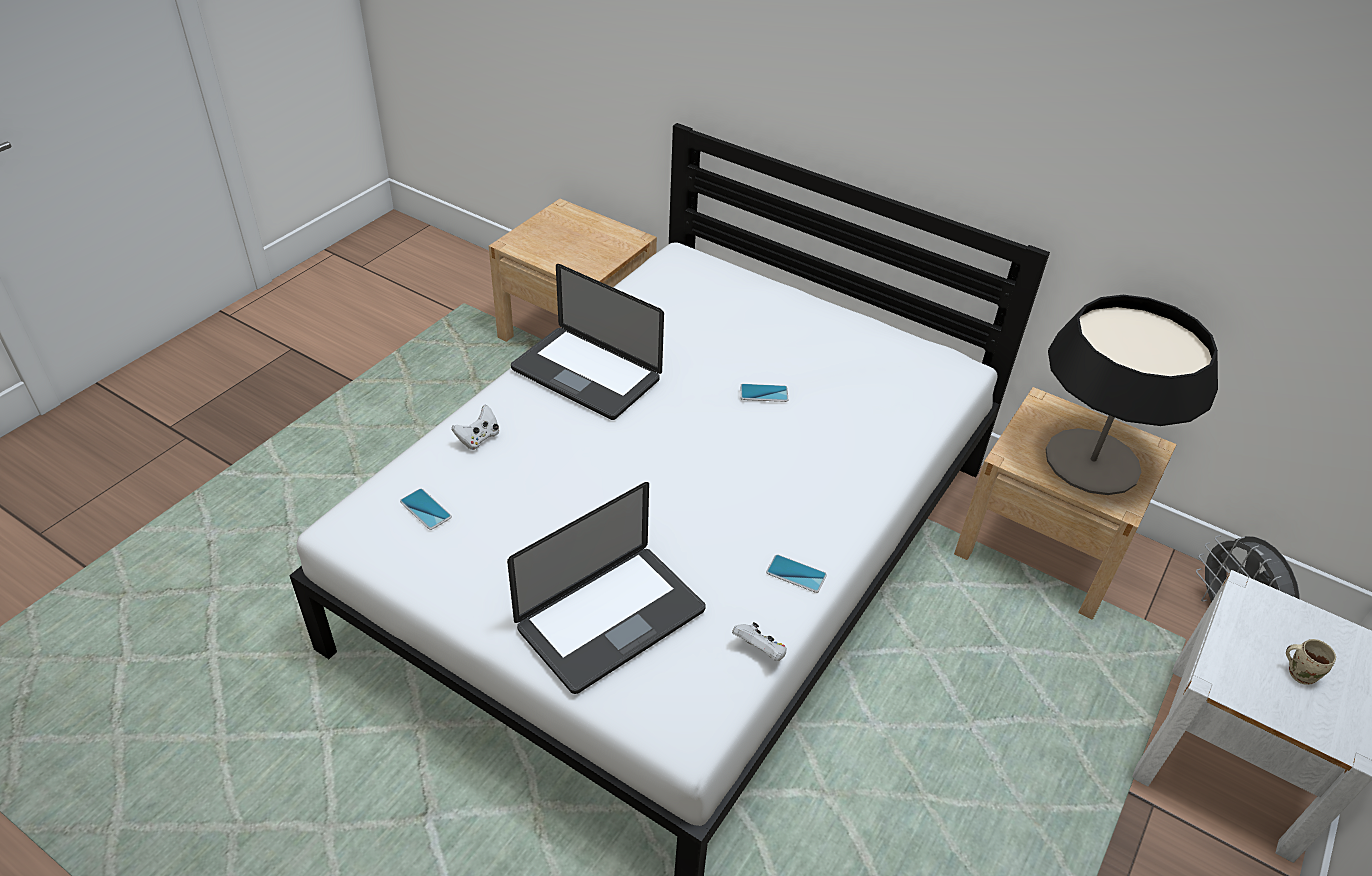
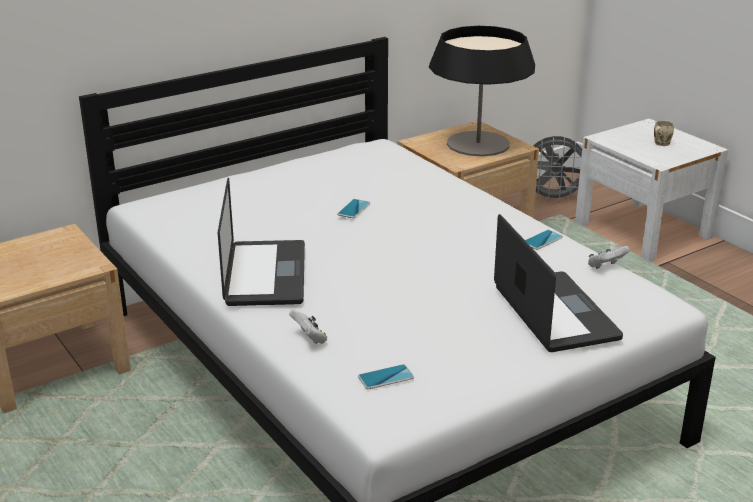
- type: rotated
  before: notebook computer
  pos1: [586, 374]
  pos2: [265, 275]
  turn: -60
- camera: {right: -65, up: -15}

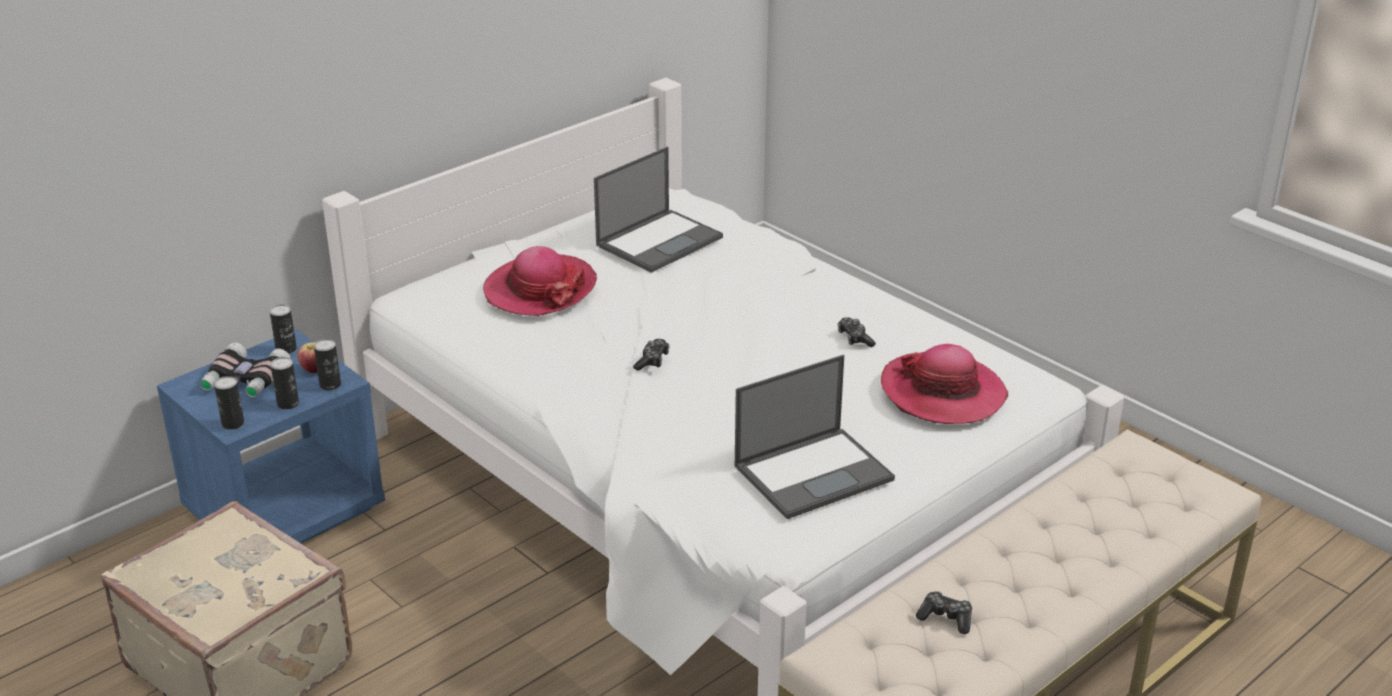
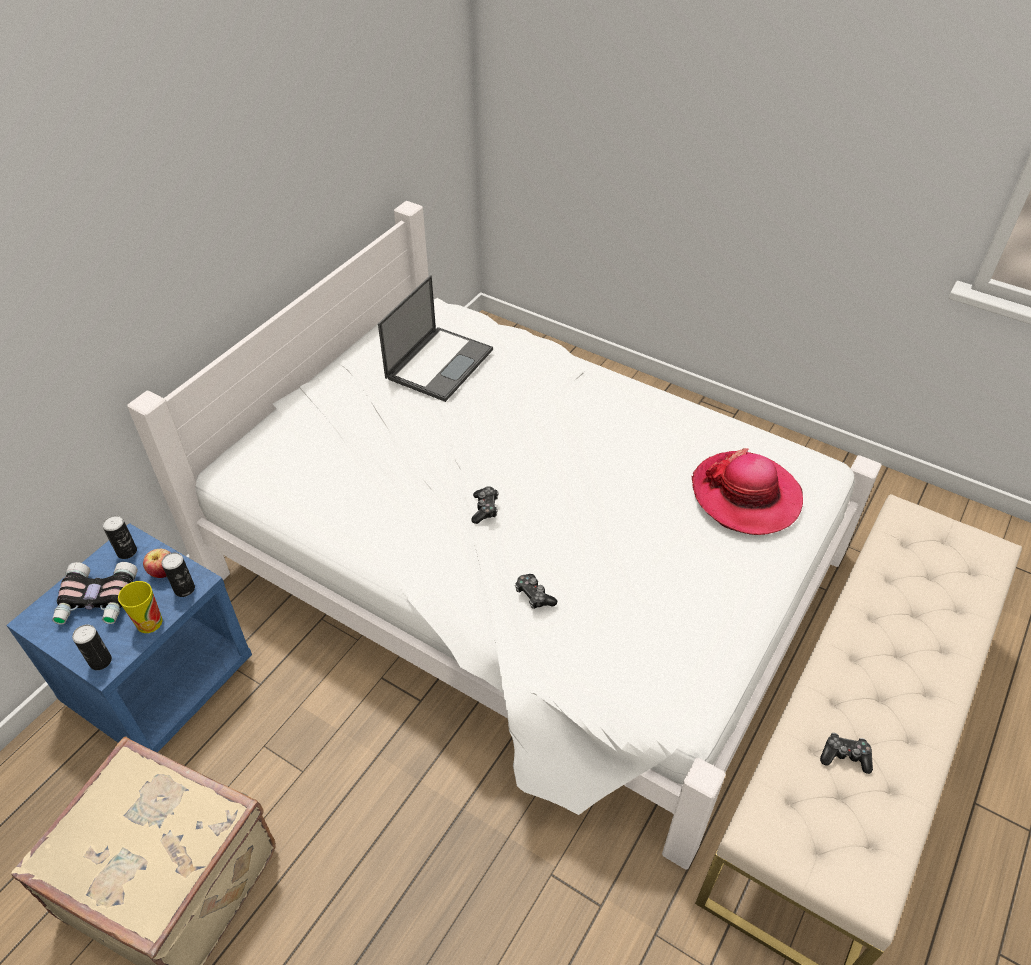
- type: gone
  before: wearable hat
  pos1: [539, 289]
- type: shifted
  before: game controller
  pos1: [854, 338]
  pos2: [534, 595]
- type: gone
  before: notebook computer
  pos1: [814, 472]
- type: swapped
  before: sealed can
  after: drinking cup
  pos1: [288, 404]
  pos2: [149, 622]
- camera: {right: -15, up: 15}

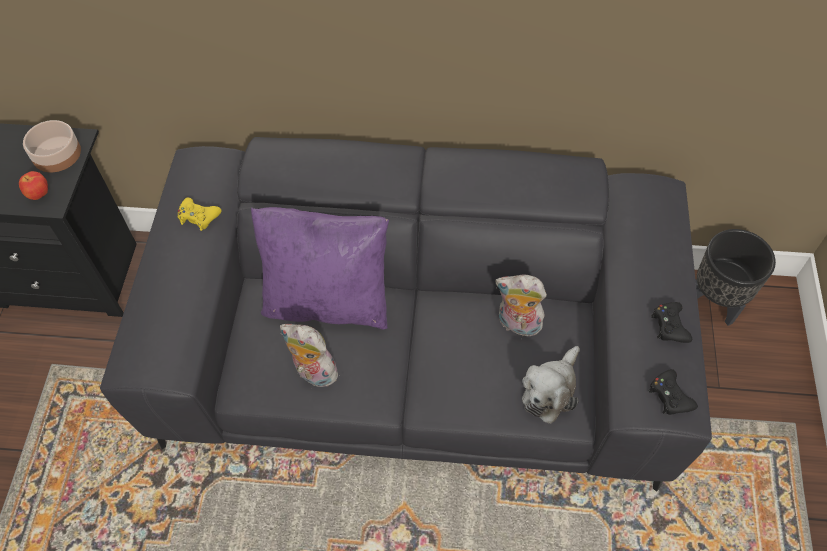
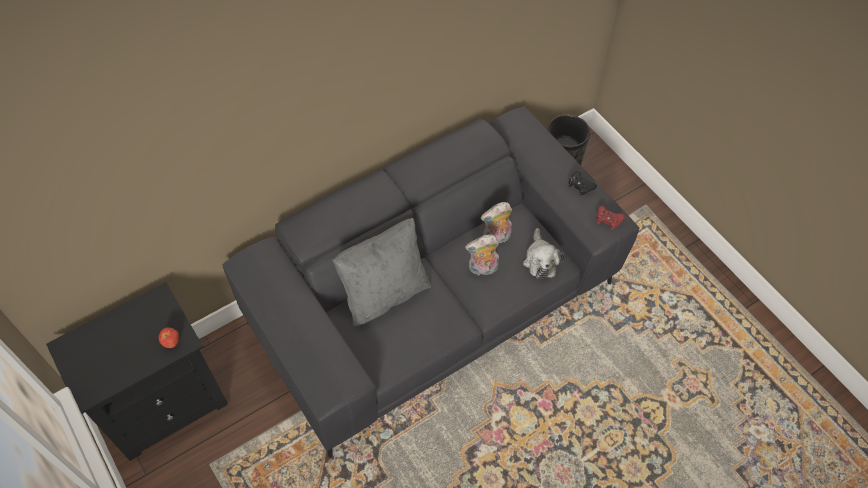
- type: gone
  before: deep dish
  pos1: [57, 154]
- type: gone
  before: yellowish game controller
  pos1: [198, 217]
- type: repainted
  before: purple-coloured pillow
  after: grey pillow
  pos1: [328, 301]
  pos2: [384, 293]
- type: shifted
  before: plush toy
  pos1: [313, 373]
  pos2: [482, 269]
- type: repainted
  before: blackish game controller
  after: red game controller
  pos1: [670, 396]
  pos2: [608, 219]
- camera: {right: -40, up: 0}

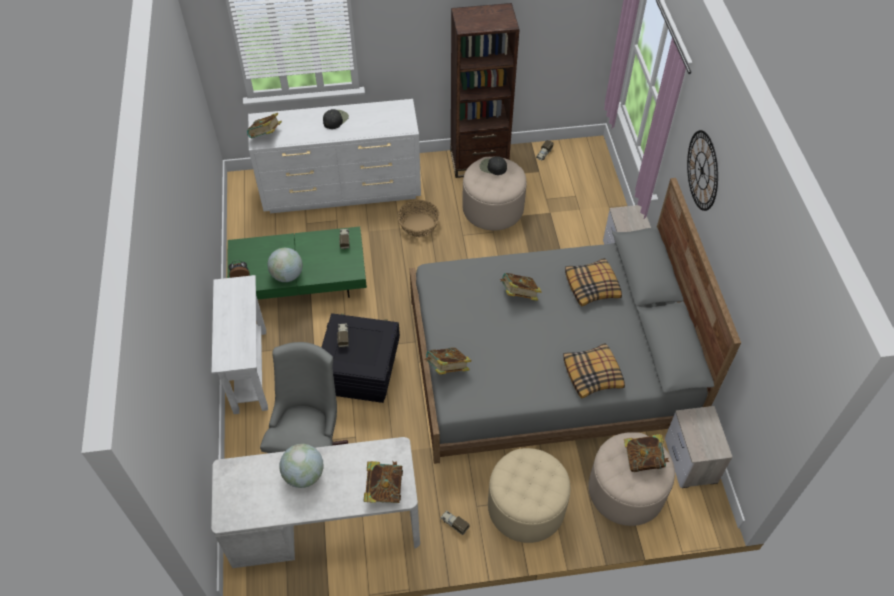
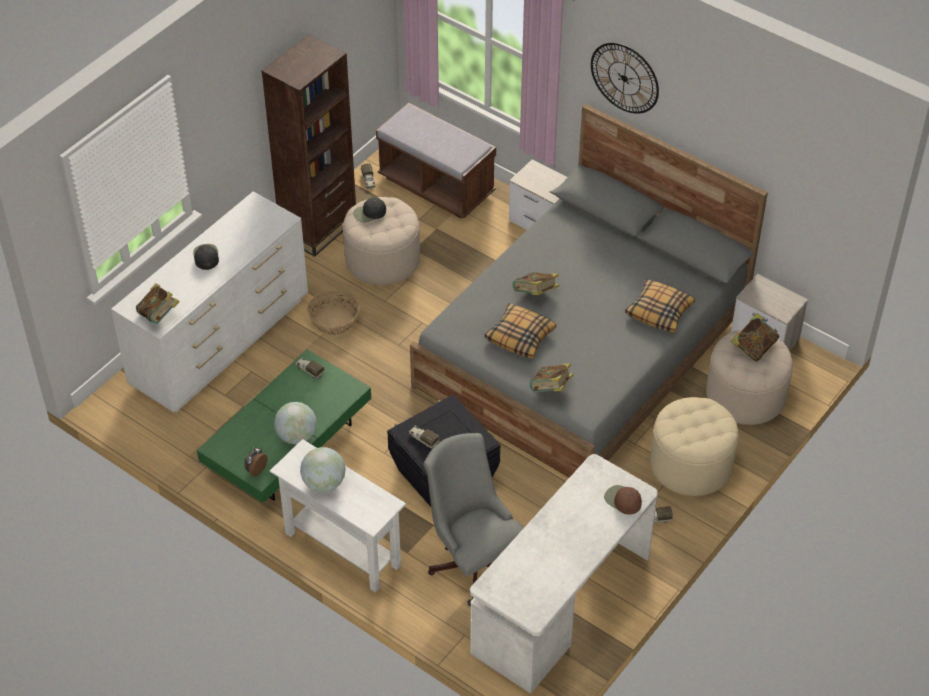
- type: shifted
  before: pillow
  pos1: [592, 286]
  pos2: [520, 336]
- type: shifted
  before: globe
  pos1: [304, 475]
  pos2: [324, 483]
- type: swapped
  before: volume
  after: brown peaked cap
  pos1: [384, 489]
  pos2: [622, 500]
- type: new
  after: brown long seat
  pos2: [436, 186]
- camera: {right: -45, up: -5}

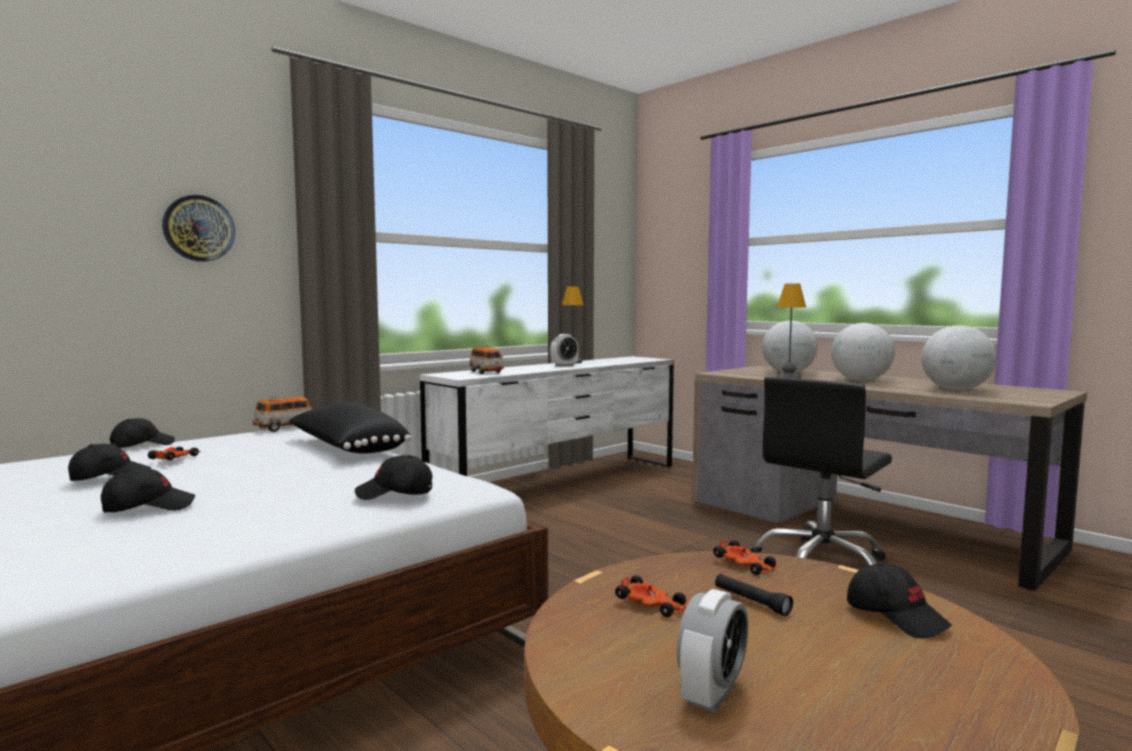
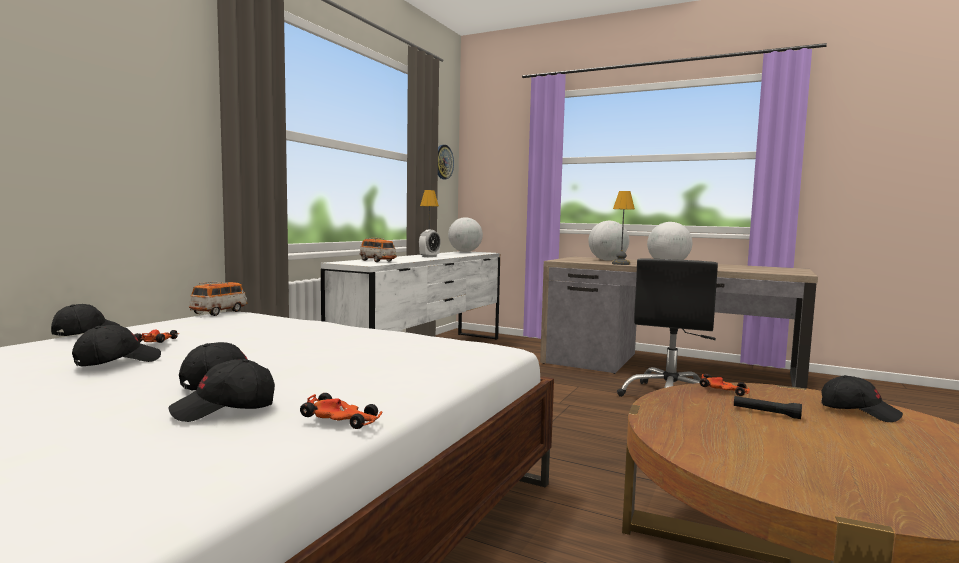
- type: shifted
  before: wall clock
  pos1: [199, 228]
  pos2: [443, 162]
- type: shifted
  before: globe
  pos1: [955, 390]
  pos2: [465, 251]
- type: gone
  before: blackish pillow
  pos1: [347, 448]
- type: shifted
  before: blackish peaked cap
  pos1: [395, 494]
  pos2: [225, 409]
- type: shifted
  before: model car
  pos1: [652, 605]
  pos2: [342, 420]
- type: gone
  before: alarm clock
  pos1: [711, 694]
- camera: {right: -20, up: 0}

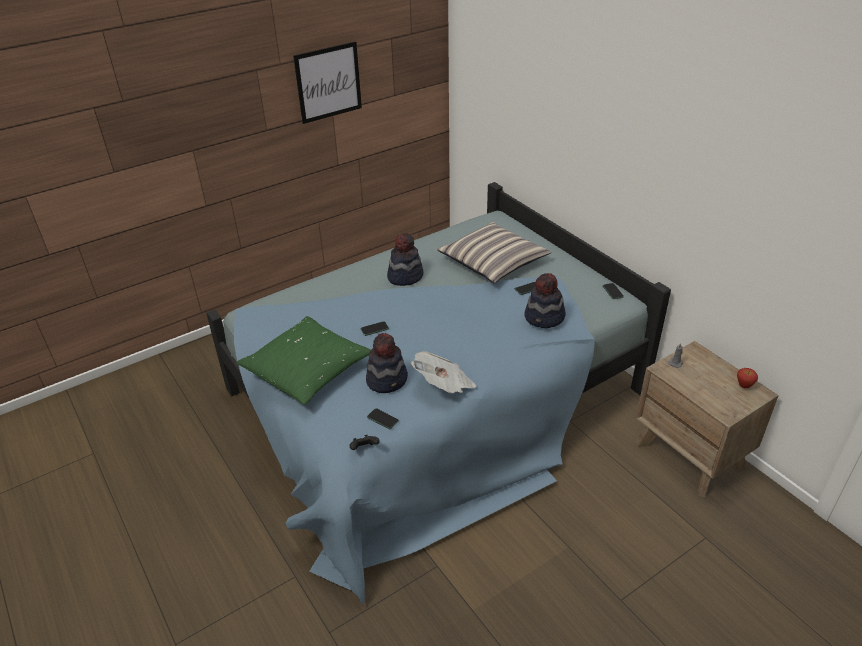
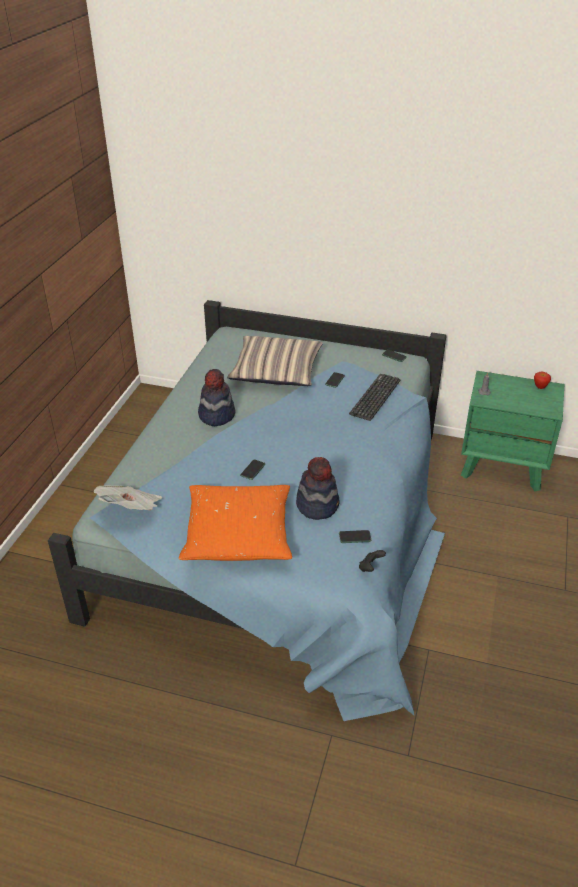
- type: gone
  before: picture
  pos1: [328, 82]
- type: swapped
  before: wearable hat
  after: computer keyboard
  pos1: [544, 318]
  pos2: [375, 397]
- type: repainted
  before: green-coloured pillow
  after: orange pillow
  pos1: [307, 370]
  pos2: [238, 534]
- type: repainted
  before: brown nightstand
  after: green-coloured nightstand
  pos1: [690, 455]
  pos2: [503, 466]
- type: shifted
  before: printed paper
  pos1: [444, 385]
  pos2: [132, 509]
- camera: {right: -40, up: 0}

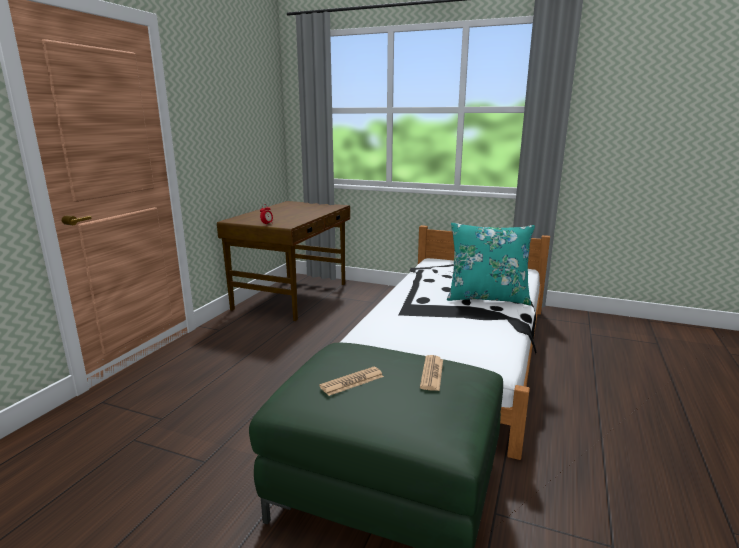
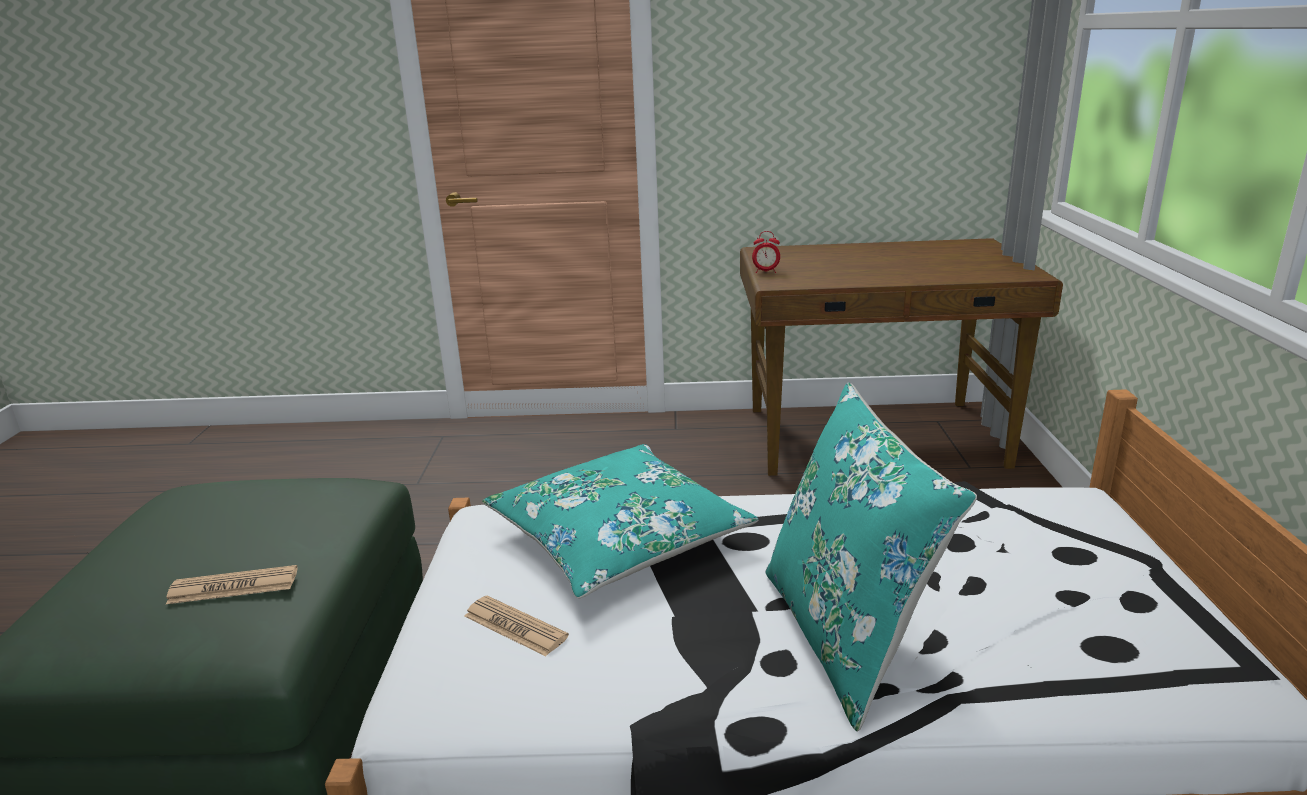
- type: shifted
  before: printed paper
  pos1: [352, 382]
  pos2: [515, 626]
- type: new
  after: blue-green pillow
  pos2: [618, 537]
- camera: {right: 70, up: 5}

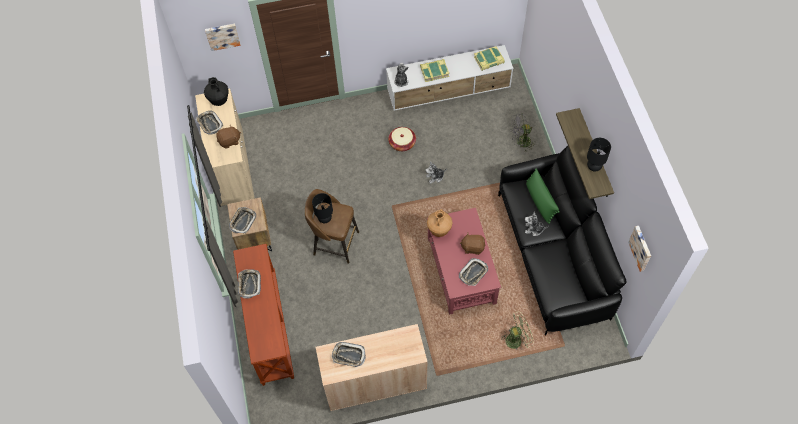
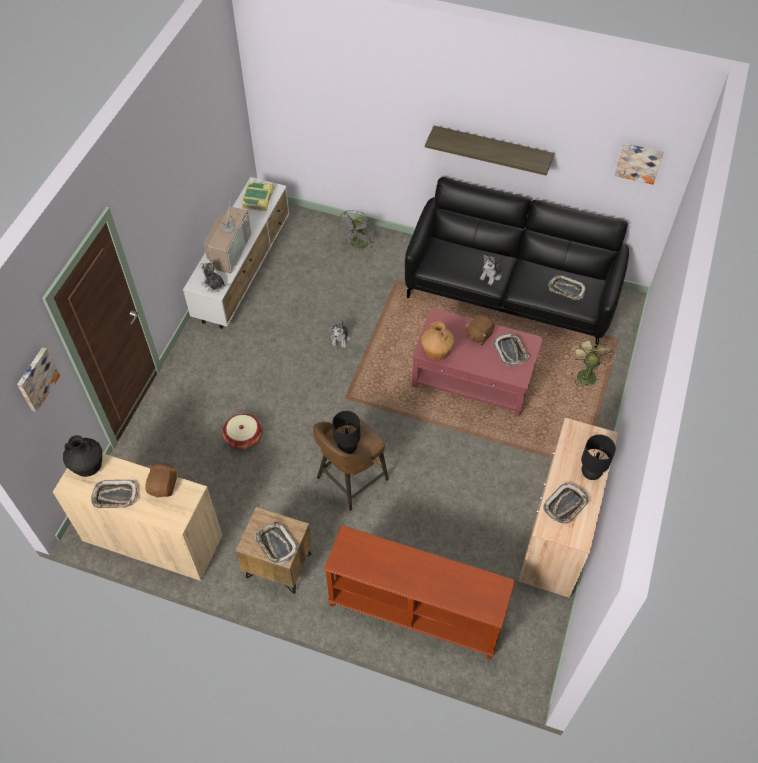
- type: swapped
  before: volume
  after: television
  pos1: [434, 71]
  pos2: [229, 250]
- type: shifted
  before: household basket
  pos1: [402, 143]
  pos2: [244, 437]
- type: shifted
  before: blackish tabletop lamp
  pos1: [593, 166]
  pos2: [590, 473]
- type: gone
  before: green-coloured pillow
  pos1: [540, 201]
- type: shifted
  before: serving tray
  pos1: [249, 284]
  pos2: [566, 289]
- camera: {right: -60, up: -5}

